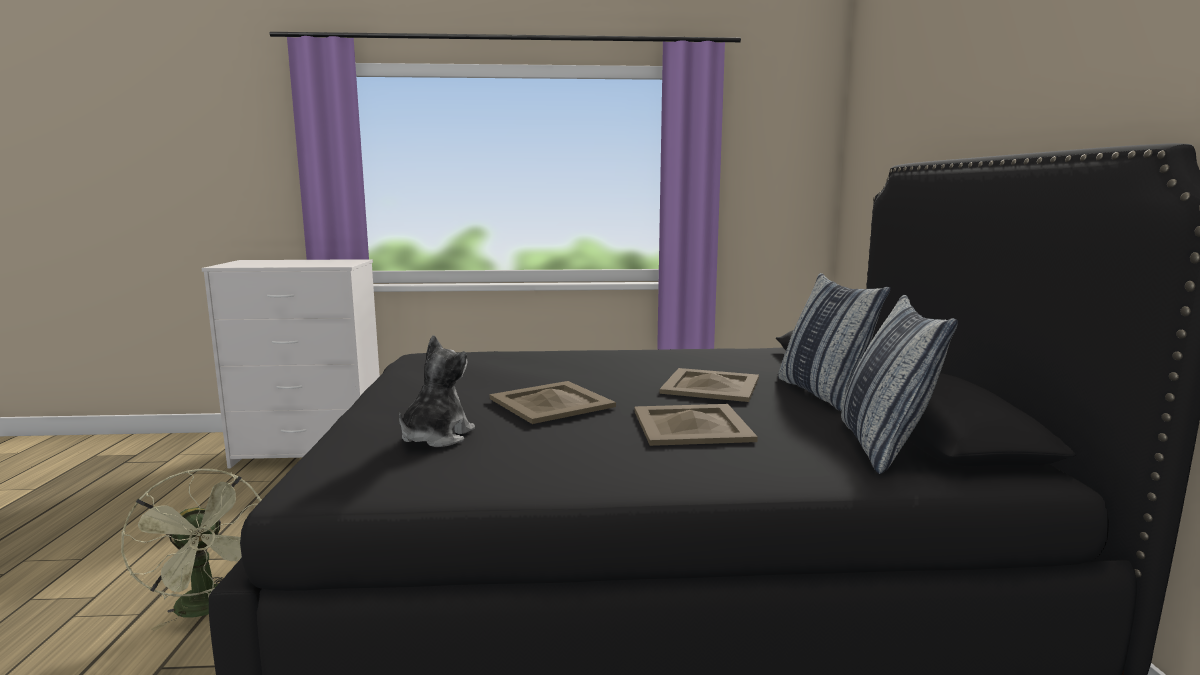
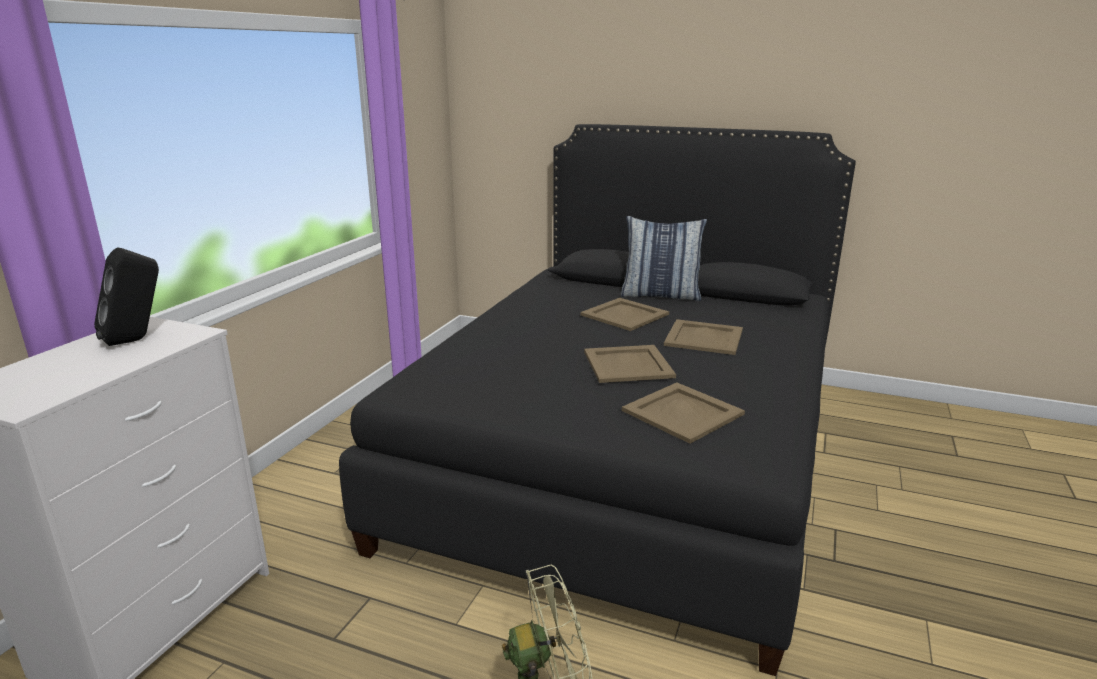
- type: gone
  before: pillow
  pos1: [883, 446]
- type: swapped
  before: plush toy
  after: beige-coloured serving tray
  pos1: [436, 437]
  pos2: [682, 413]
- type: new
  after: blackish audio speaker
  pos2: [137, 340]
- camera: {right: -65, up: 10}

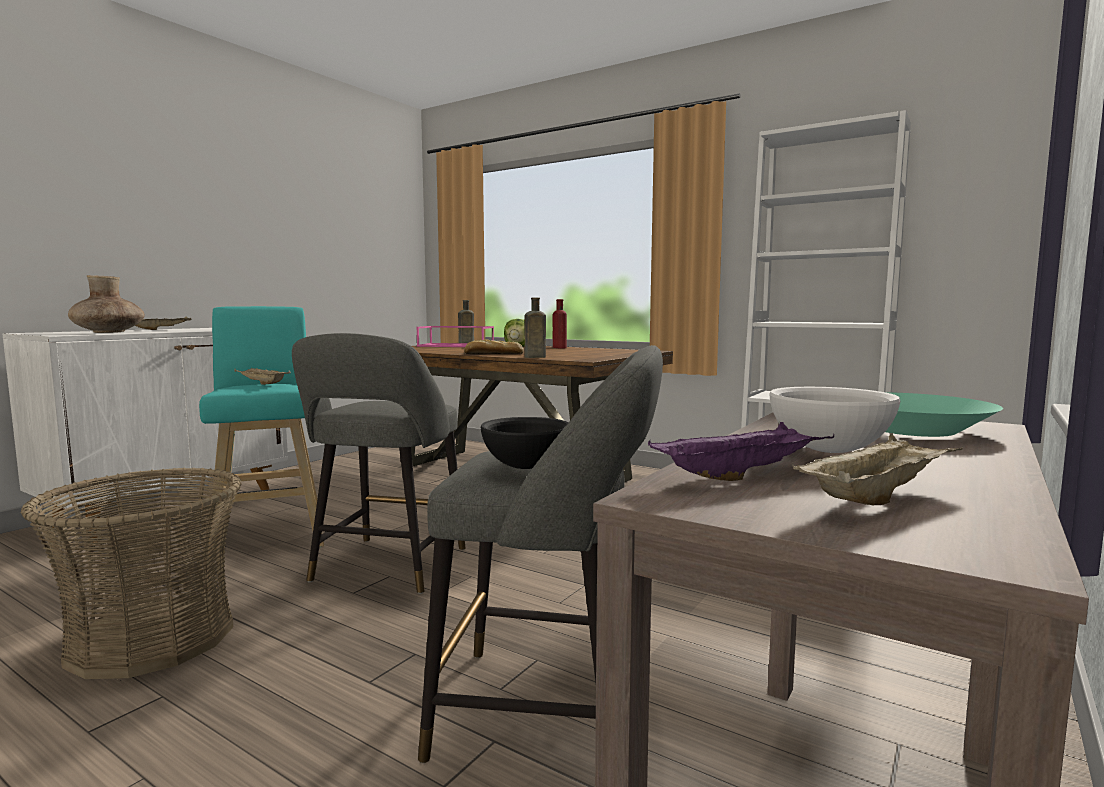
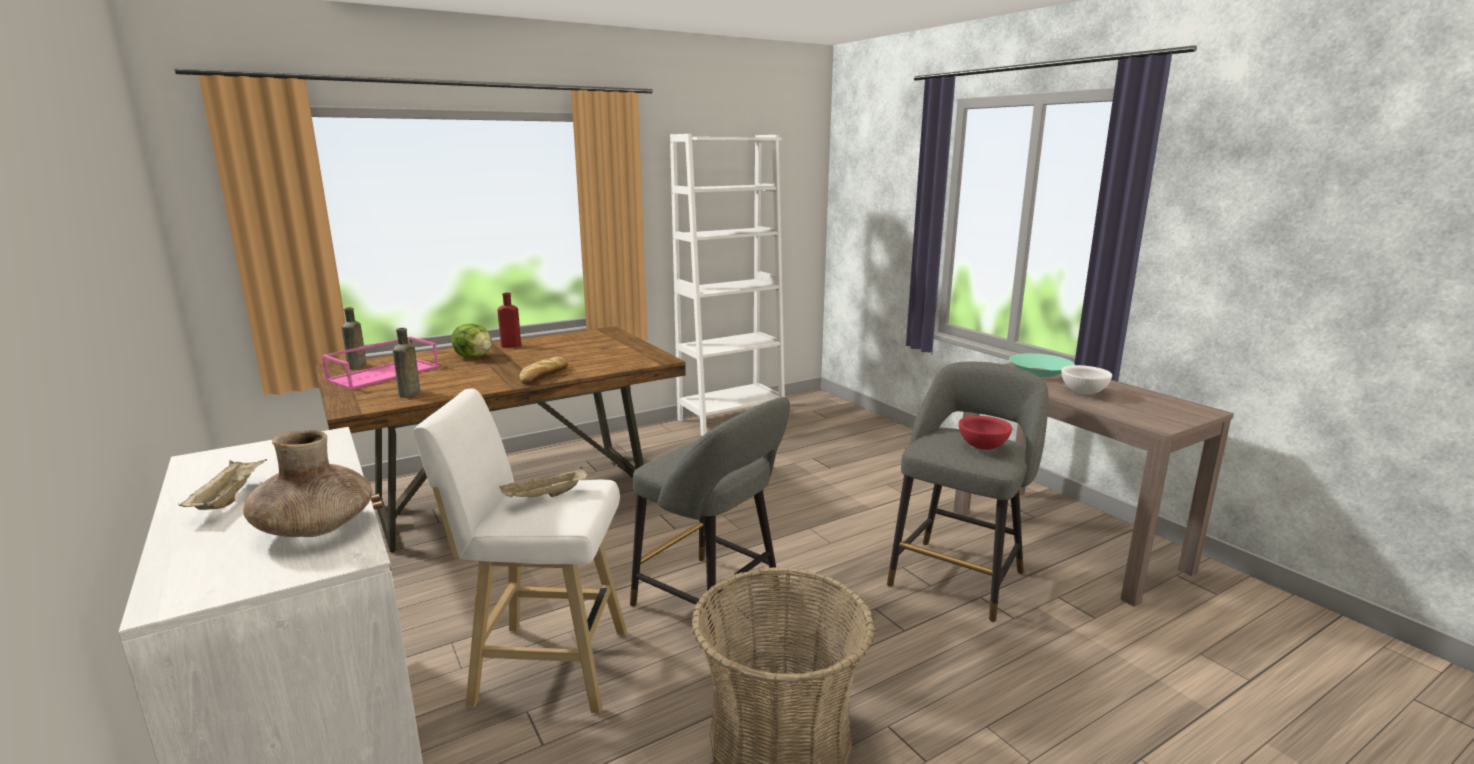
- type: shifted
  before: brown bottle
  pos1: [533, 357]
  pos2: [408, 394]
- type: repainted
  before: blue-green stool seat
  after: whitish stool seat
  pos1: [270, 534]
  pos2: [543, 666]
- type: repainted
  before: blackish deep dish
  after: red deep dish
  pos1: [525, 466]
  pos2: [981, 447]
- type: gone
  before: purple-coloured serving tray
  pos1: [740, 475]
- type: gone
  before: beige-coloured serving tray
  pos1: [877, 496]
- camera: {right: -65, up: 10}

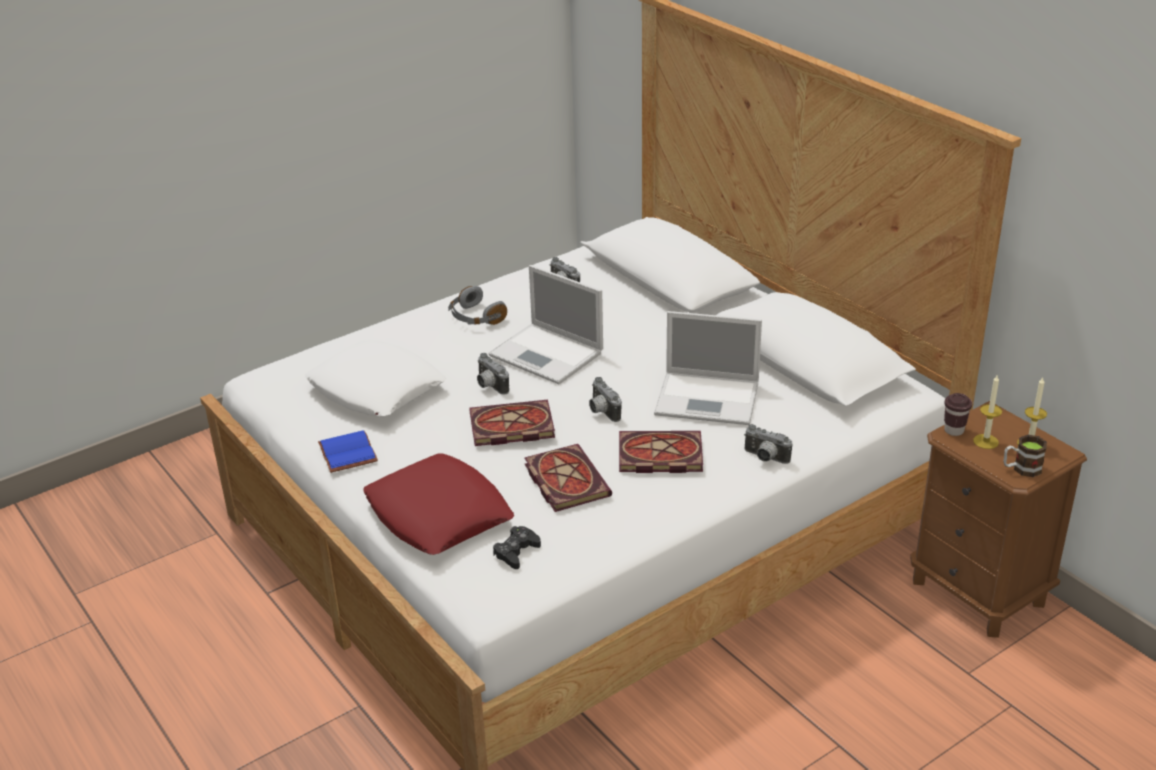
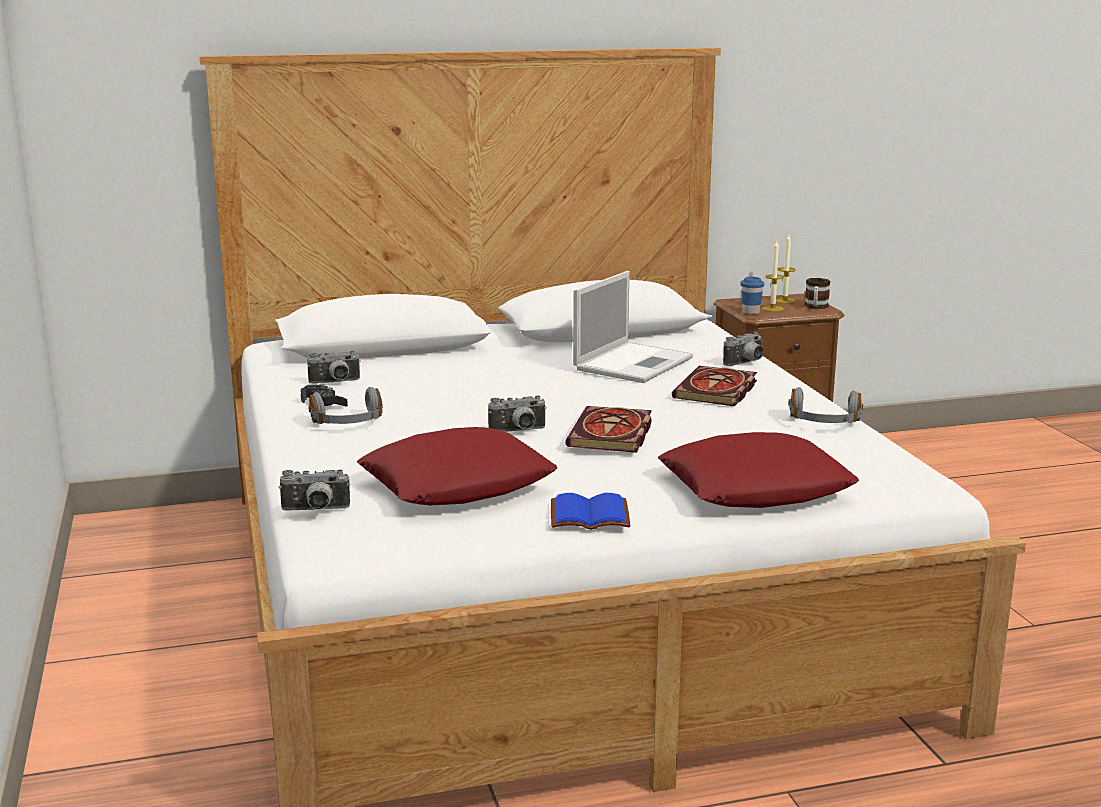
- type: gone
  before: notebook computer
  pos1: [548, 354]
- type: repainted
  before: whitish pillow
  after: red pillow
  pos1: [376, 389]
  pos2: [457, 483]
- type: shifted
  before: still camera
  pos1: [601, 411]
  pos2: [315, 510]
- type: repainted
  before: brown drinking cup
  after: bluish drinking cup
  pos1: [954, 430]
  pos2: [750, 312]
- type: gone
  before: volume
  pos1: [564, 480]
- type: shifted
  before: blackish game controller
  pos1: [516, 552]
  pos2: [324, 404]
- type: new
  after: grey pair of headphones
  pos2: [824, 423]
- camera: {right: -70, up: -15}

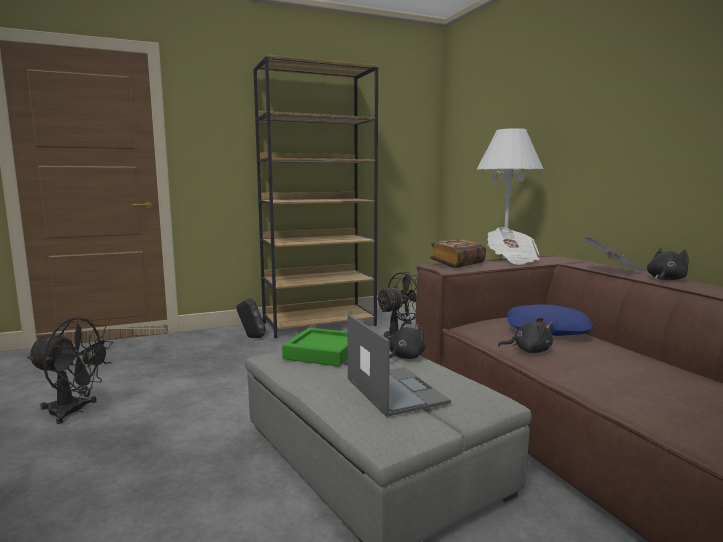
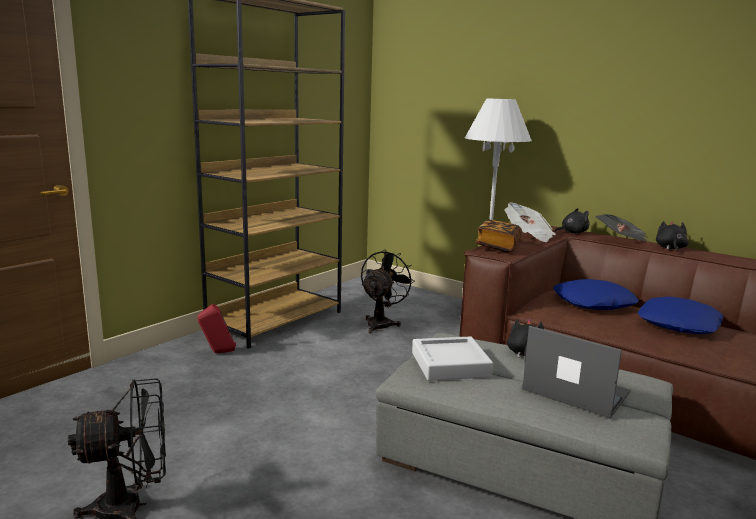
- type: repainted
  before: blackish audio speaker
  after: red audio speaker
  pos1: [251, 337]
  pos2: [217, 353]
- type: shifted
  before: blackish plush toy
  pos1: [529, 351]
  pos2: [572, 232]
- type: repainted
  before: green-coloured serving tray
  after: grey serving tray
  pos1: [323, 352]
  pos2: [450, 364]
- type: new
  after: bluish pillow
  pos2: [679, 324]
- camera: {right: -30, up: 5}

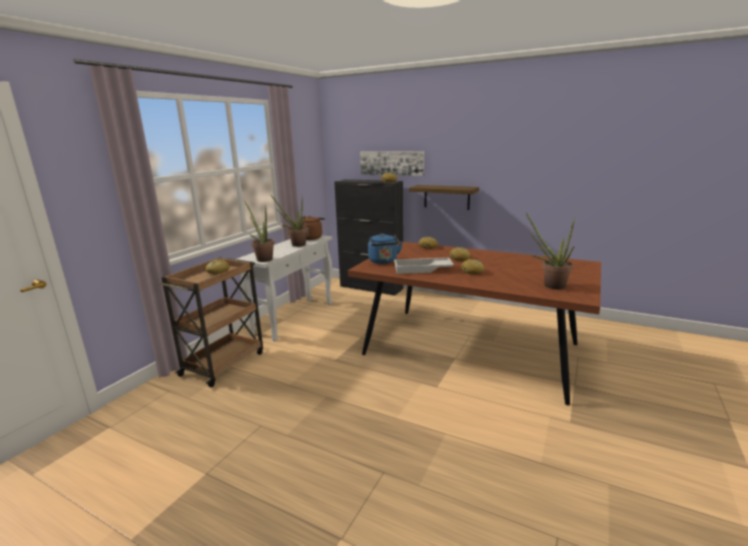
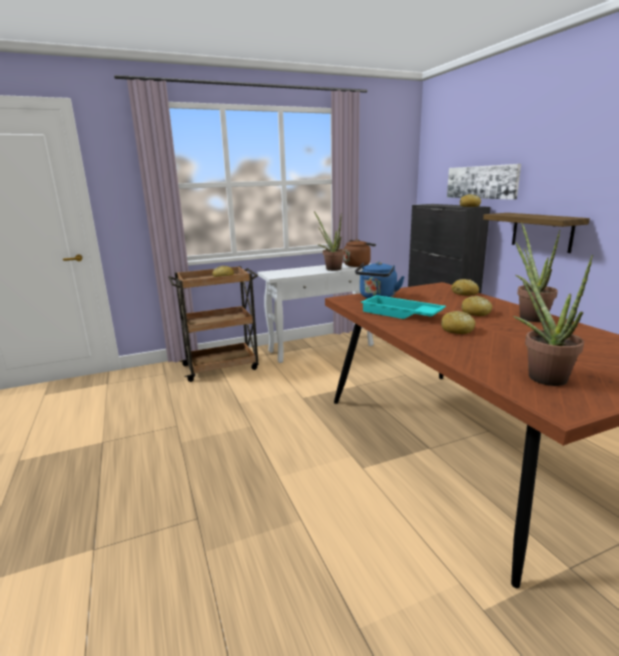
- type: shifted
  before: plant in a pot
  pos1: [263, 259]
  pos2: [529, 316]
- type: repainted
  before: whitish serving tray
  after: blue-green serving tray
  pos1: [422, 269]
  pos2: [400, 314]
- camera: {right: 40, up: 0}

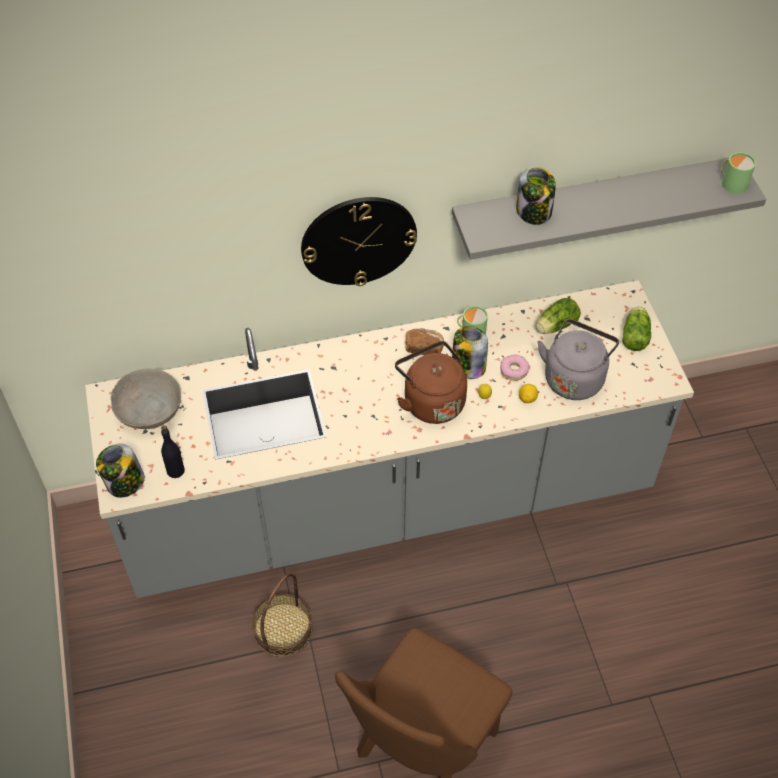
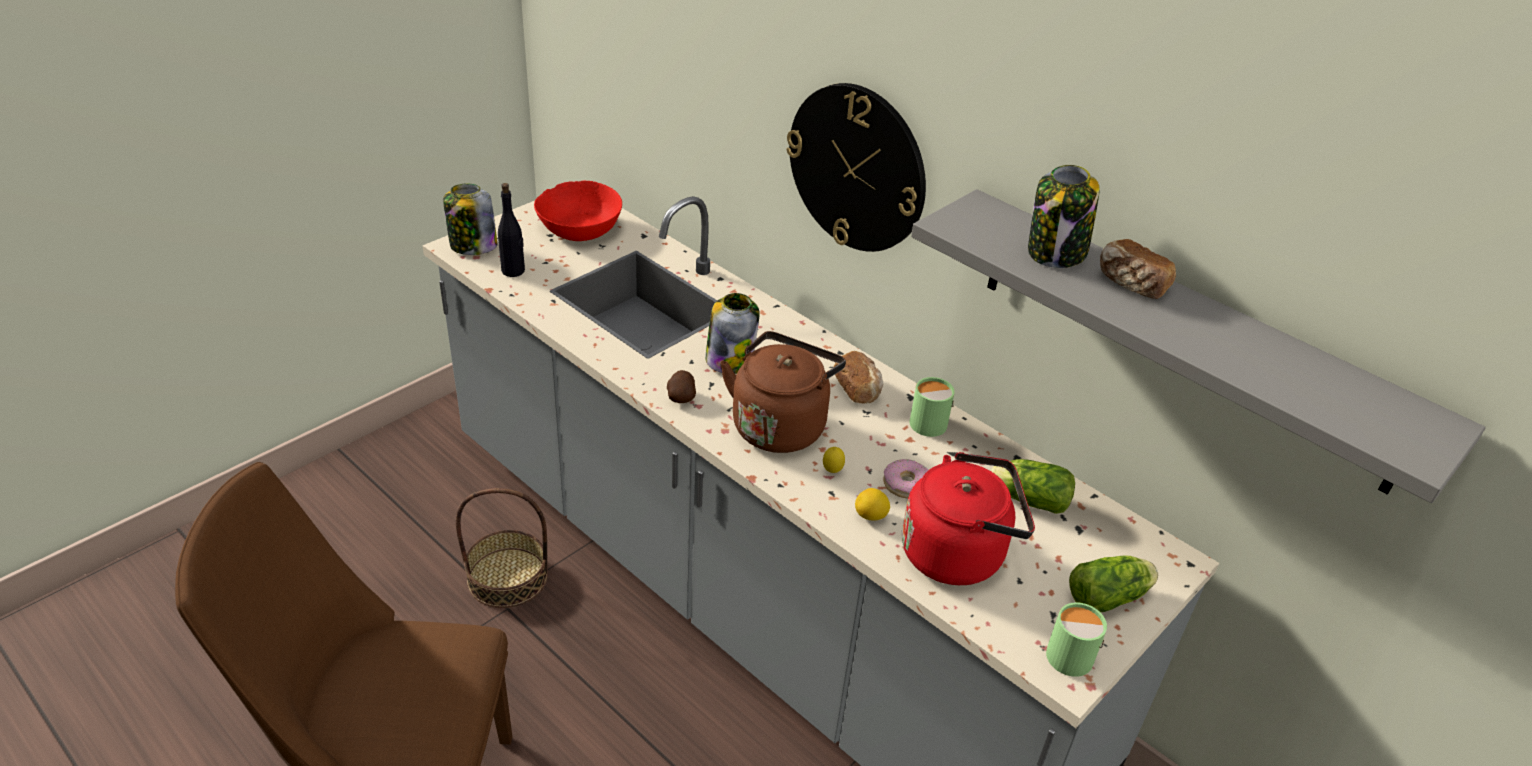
- type: shifted
  before: green-coloured tea mug
  pos1: [732, 182]
  pos2: [1069, 652]
- type: repainted
  before: grey water kettle
  after: red water kettle
  pos1: [574, 377]
  pos2: [958, 553]
- type: shifted
  before: storage jar
  pos1: [468, 366]
  pos2: [729, 359]
- type: repainted
  before: grey deep dish
  after: red deep dish
  pos1: [149, 410]
  pos2: [579, 228]
- type: new
  after: baked bread
  pos2: [1131, 284]
- type: new
  after: potato
  pos2: [681, 397]
- camera: {right: 55, up: -15}

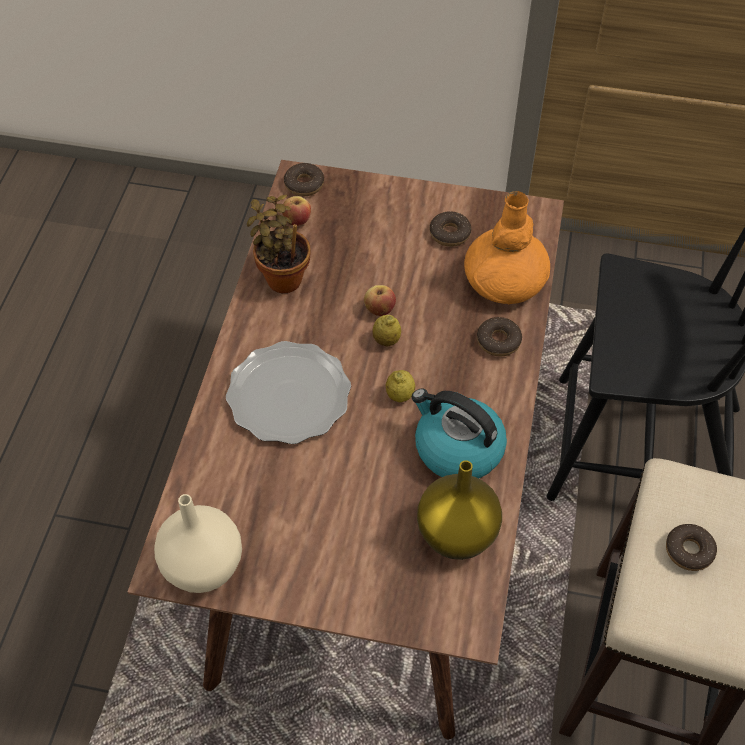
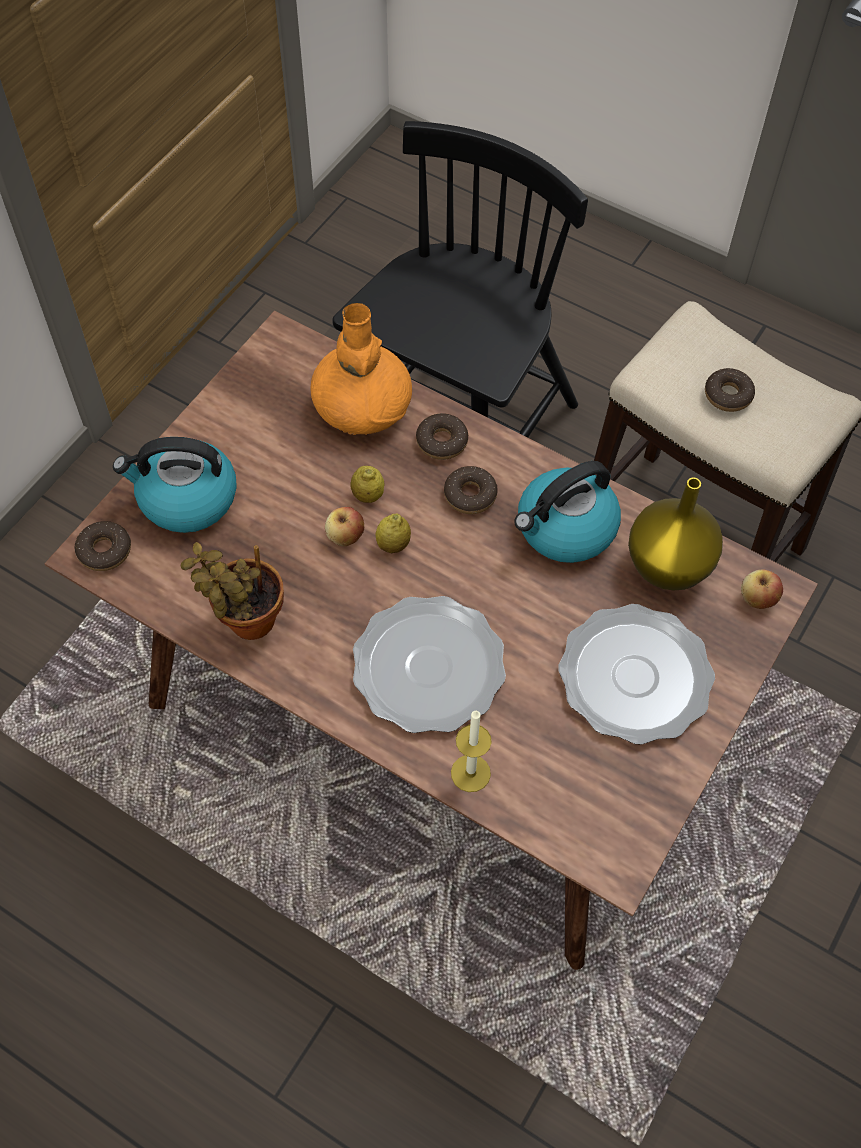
- type: shifted
  before: whole apple
  pos1: [297, 220]
  pos2: [757, 598]
- type: shifted
  before: ring doughnut
  pos1: [450, 233]
  pos2: [470, 495]
- type: shifted
  before: lemon
  pos1: [400, 395]
  pos2: [368, 495]
- type: gone
  before: beige-coloured flower vase
  pos1: [205, 565]
- type: new
  after: water kettle
  pos2: [186, 499]
- type: new
  after: flat dish
  pos2: [635, 676]
- type: new
  after: wax candle
  pos2: [470, 773]
- camera: {right: -70, up: 5}

